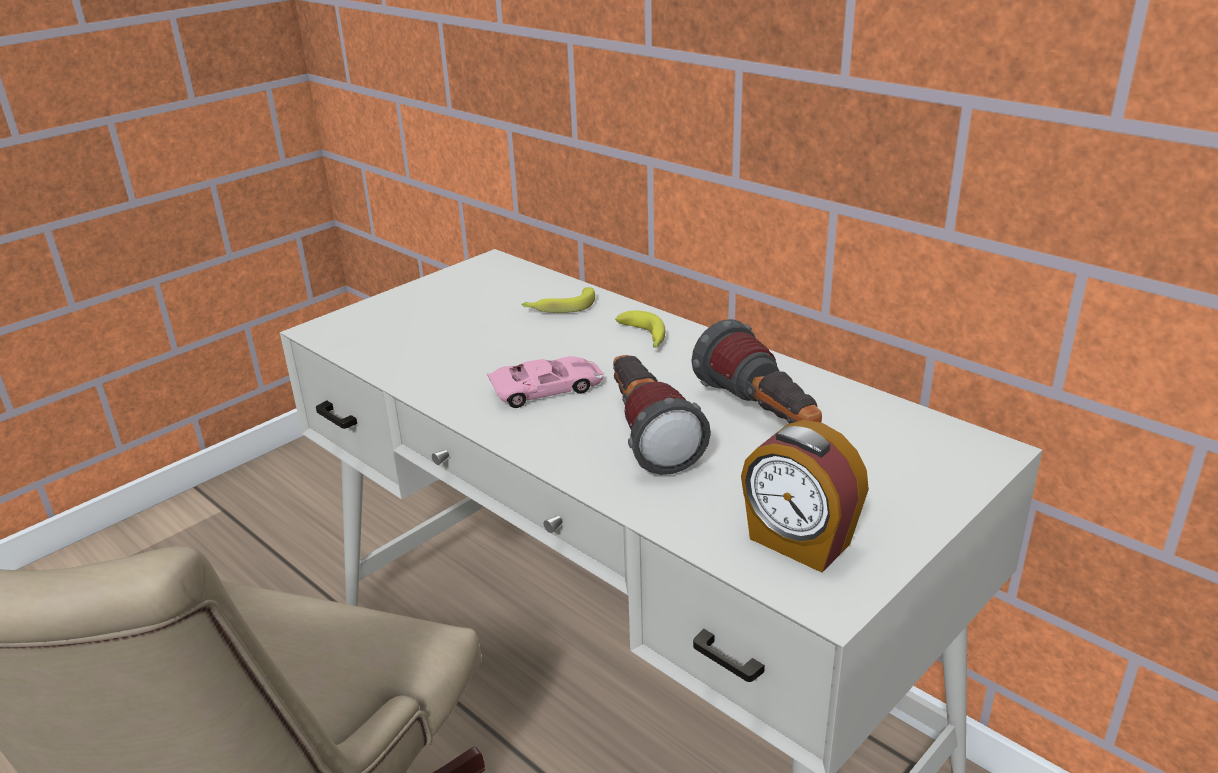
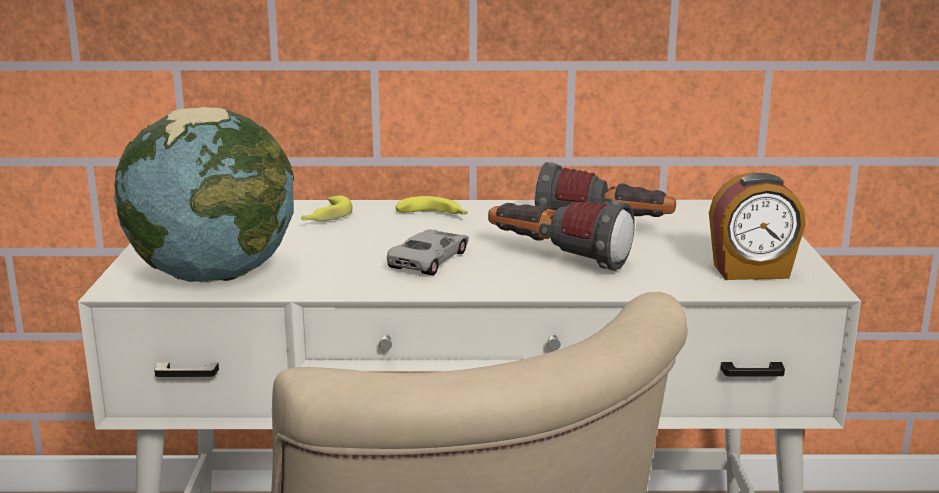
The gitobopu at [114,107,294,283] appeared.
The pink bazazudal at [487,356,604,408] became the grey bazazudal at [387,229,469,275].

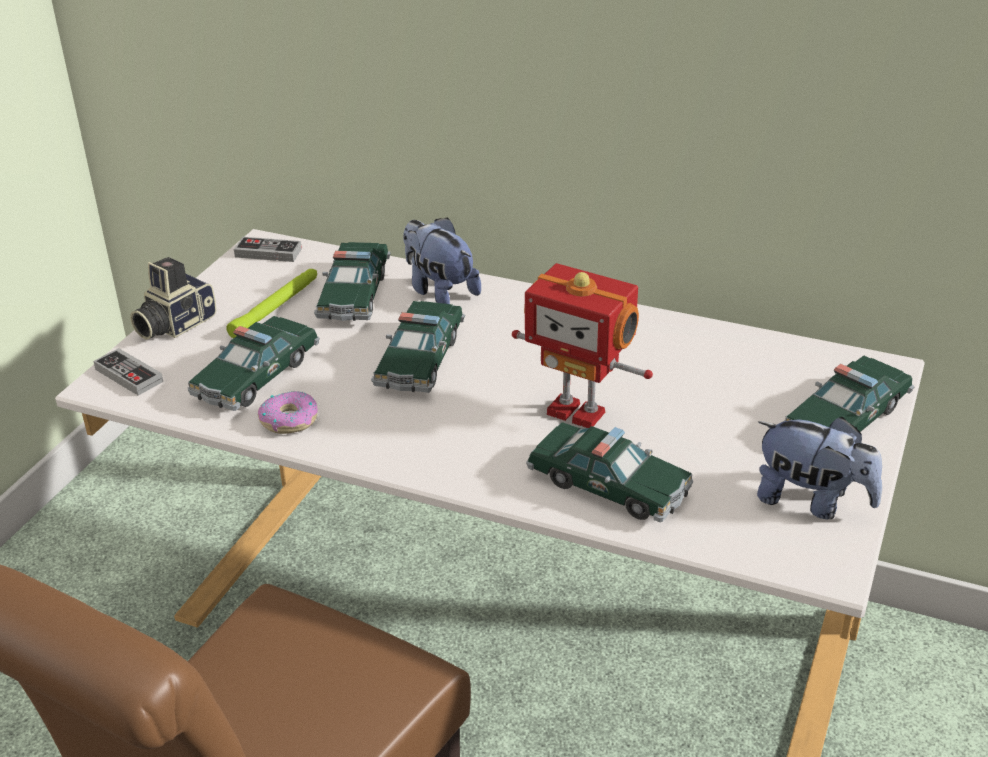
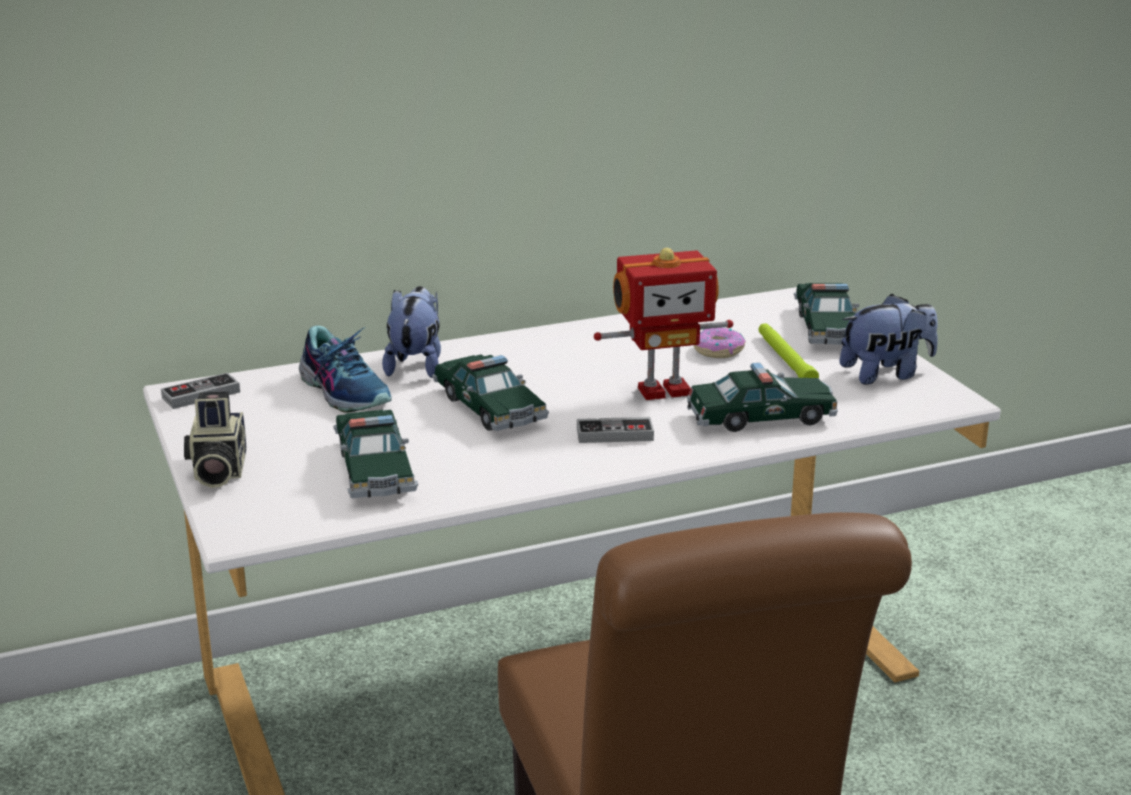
The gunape moved from [93,348,163,396] to [577,417,654,443].
The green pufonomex moved from [226,269,317,338] to [759,323,819,378].
The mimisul moved from [258,391,318,434] to [694,327,746,358].
The bazazudal at [314,242,391,321] was replaced by the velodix at [299,325,392,413].
The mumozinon at [403,217,481,304] turned 90 degrees clockwise.

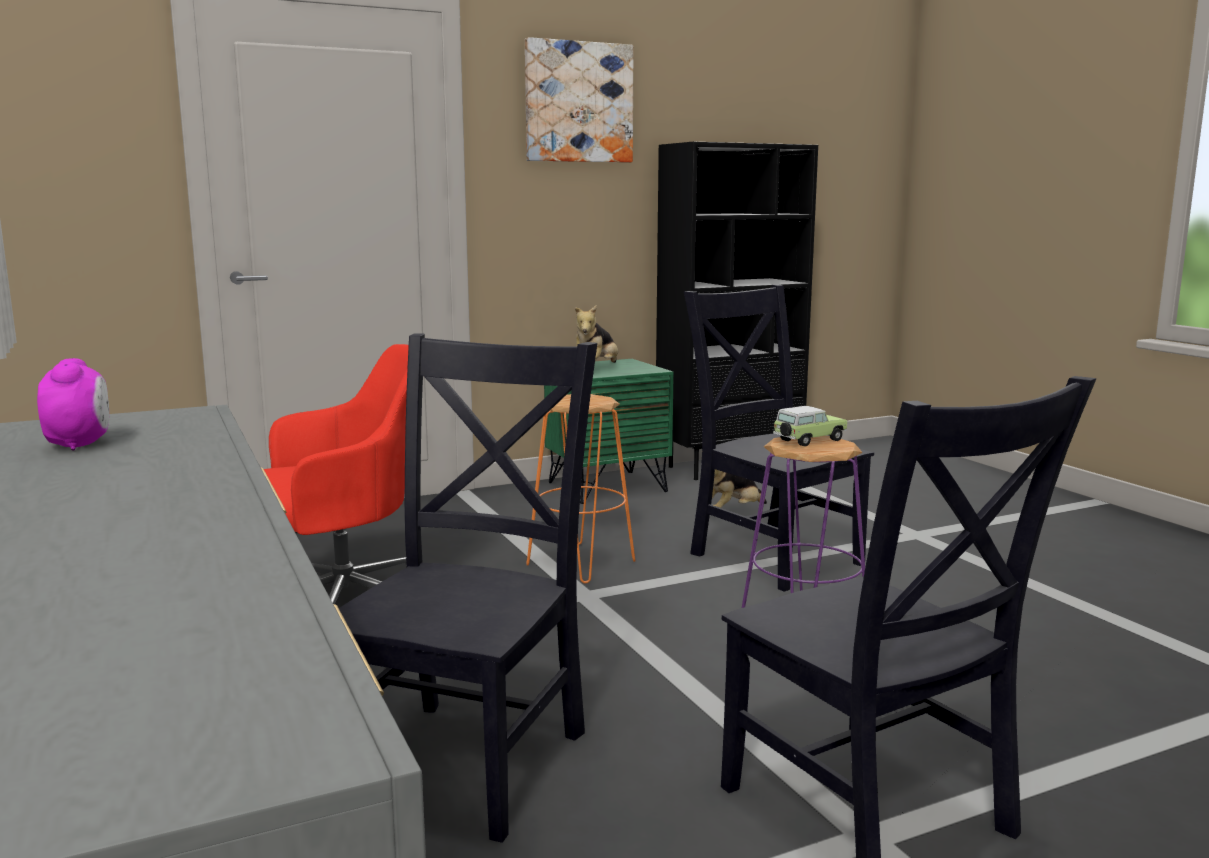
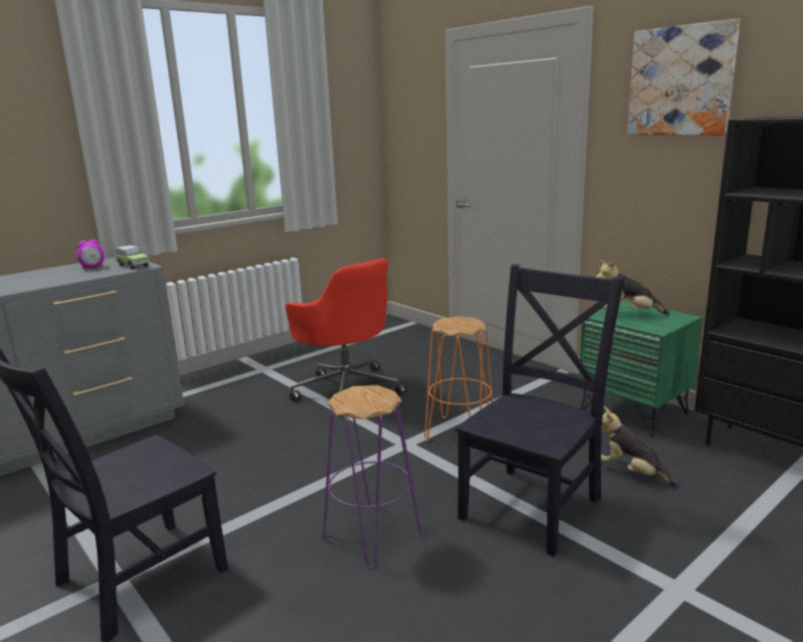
The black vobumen at [339,334,597,843] disappeared.
The bazazudal moved from [773,406,848,447] to [115,245,150,269].

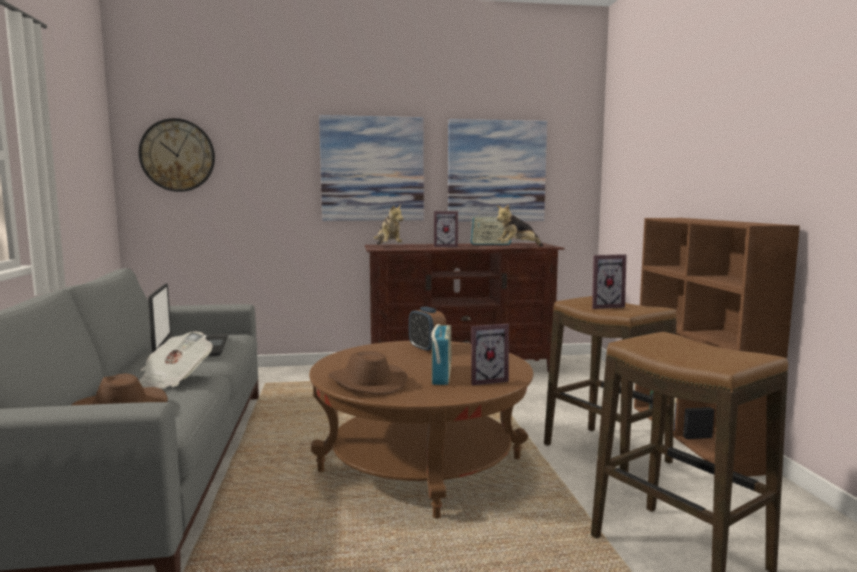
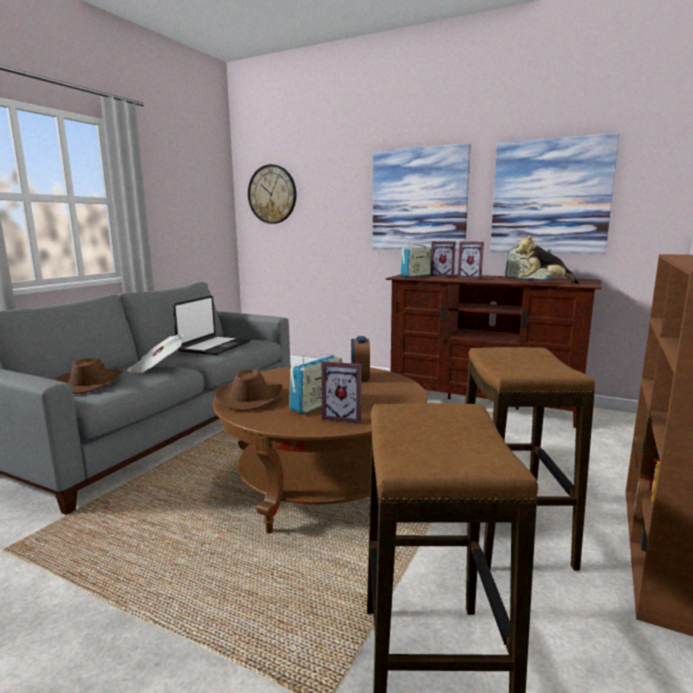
The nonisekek moved from [592,254,627,309] to [430,241,456,277].
The mumozinon at [374,205,403,245] was replaced by the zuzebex at [400,241,431,277].

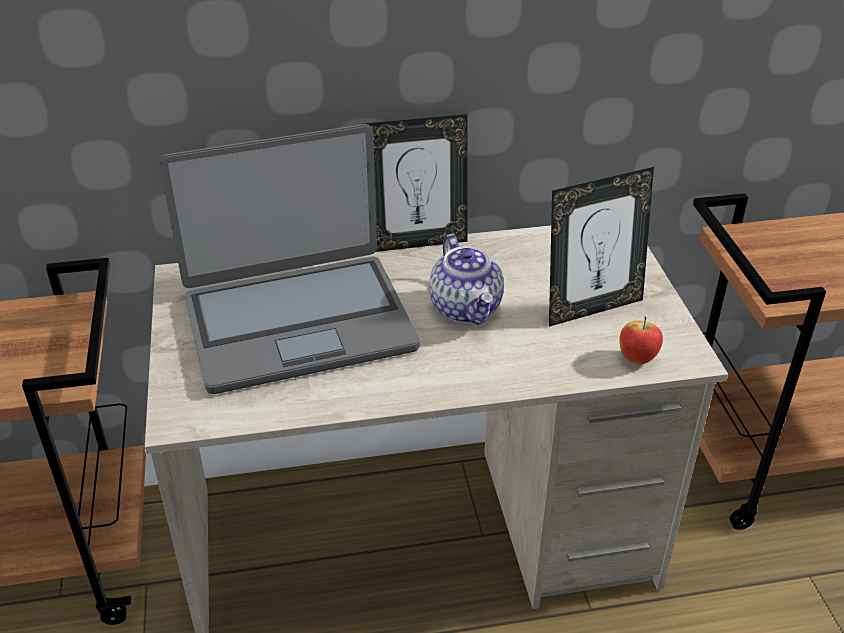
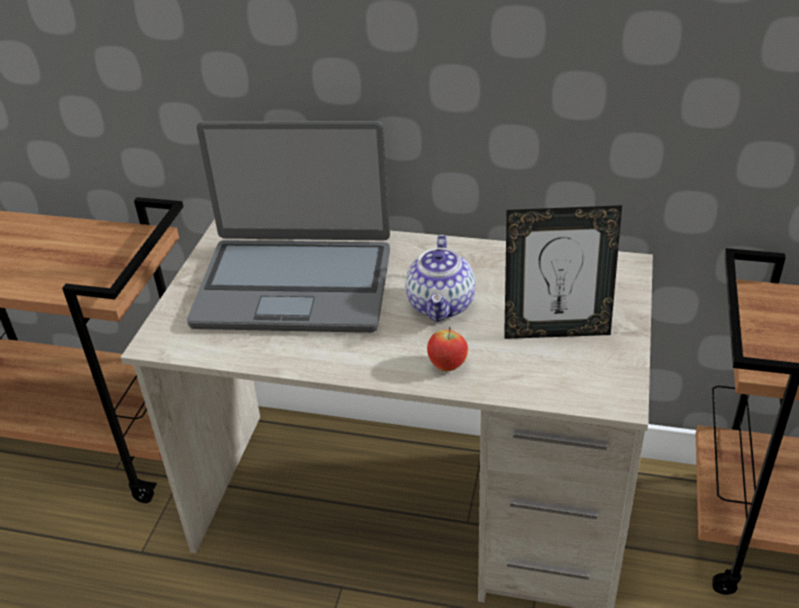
The nonisekek at [366,114,468,252] disappeared.
The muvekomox moved from [619,317,663,364] to [427,327,468,371].

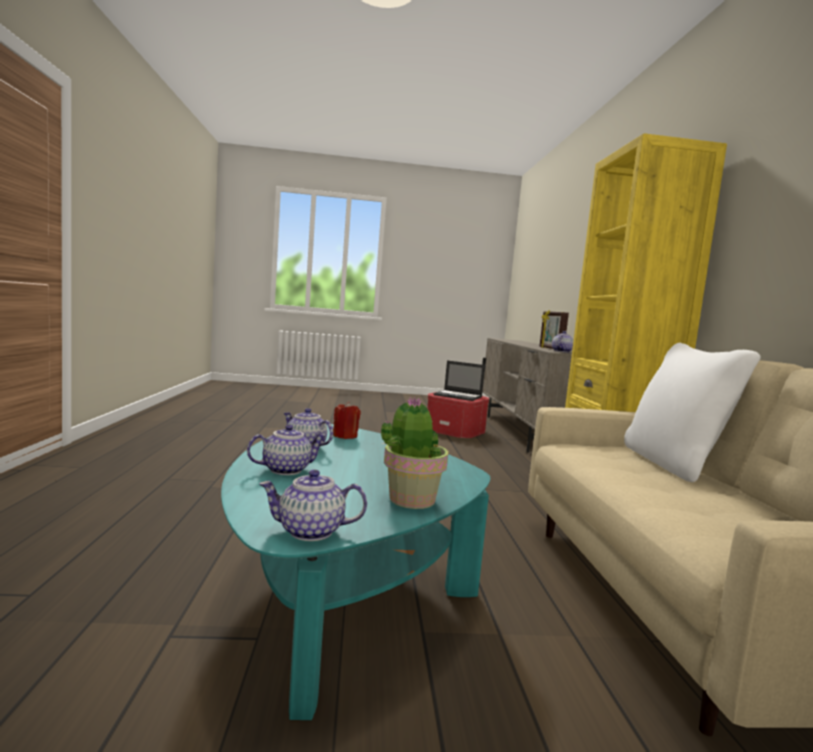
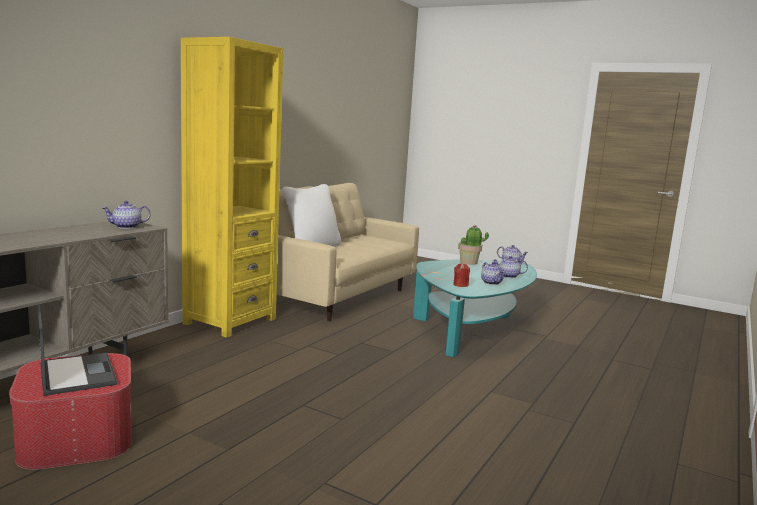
The nonisekek at [539,310,569,349] disappeared.

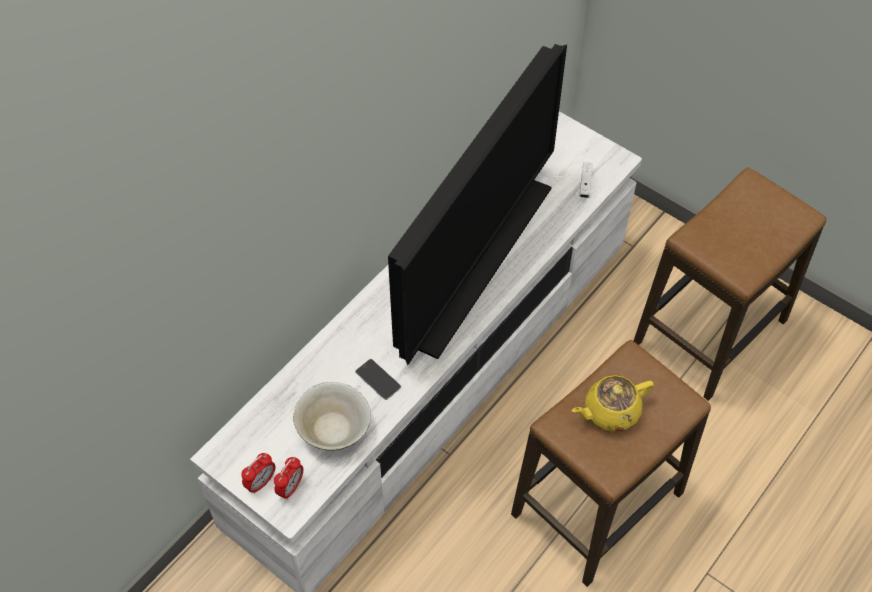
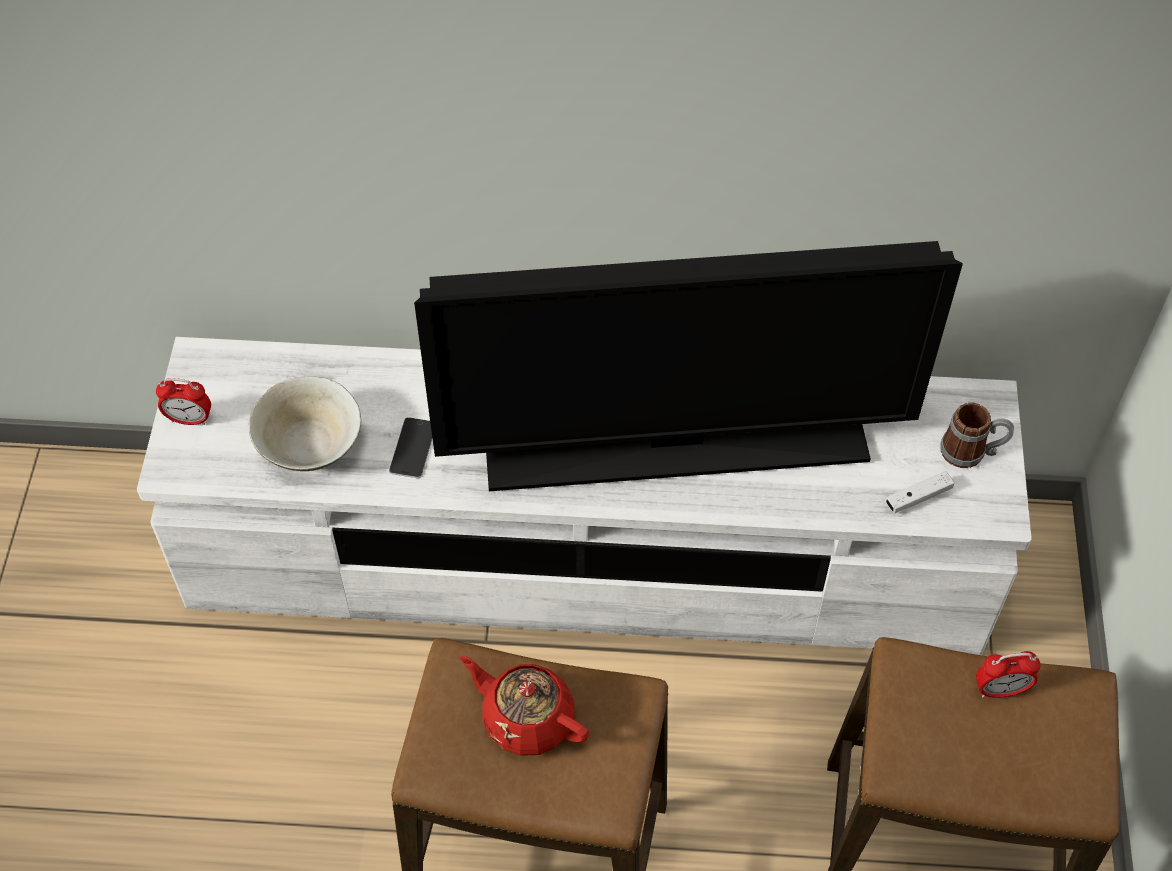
The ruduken at [940,402,1014,468] appeared.
The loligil moved from [274,457,303,499] to [976,651,1041,698].
The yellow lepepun at [572,375,654,432] became the red lepepun at [460,656,589,756].

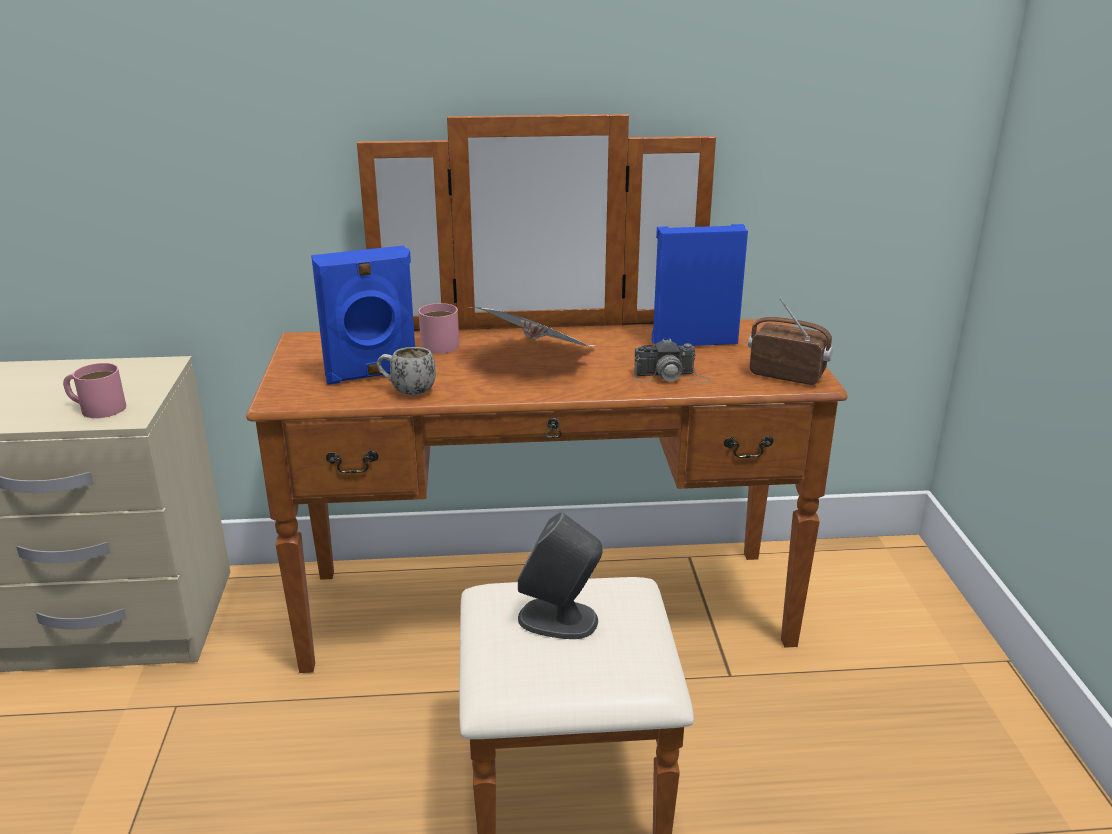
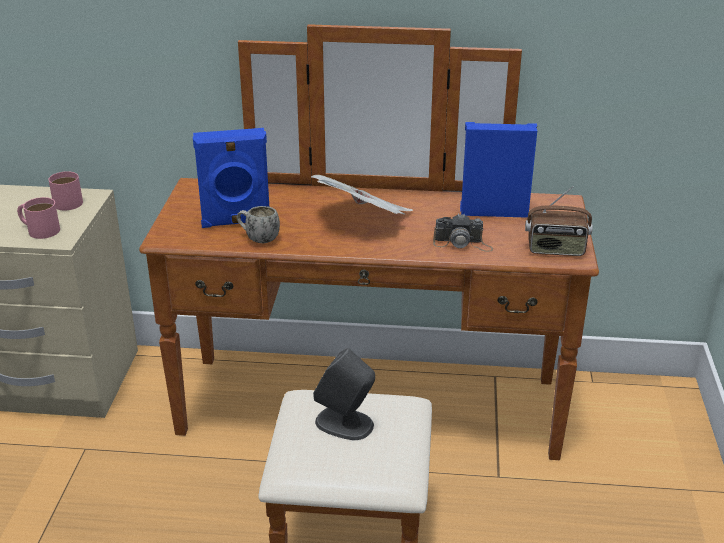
The pink ruduken moved from [419,303,459,354] to [48,171,83,210].
The zuzebex at [748,298,833,385] turned 150 degrees clockwise.

